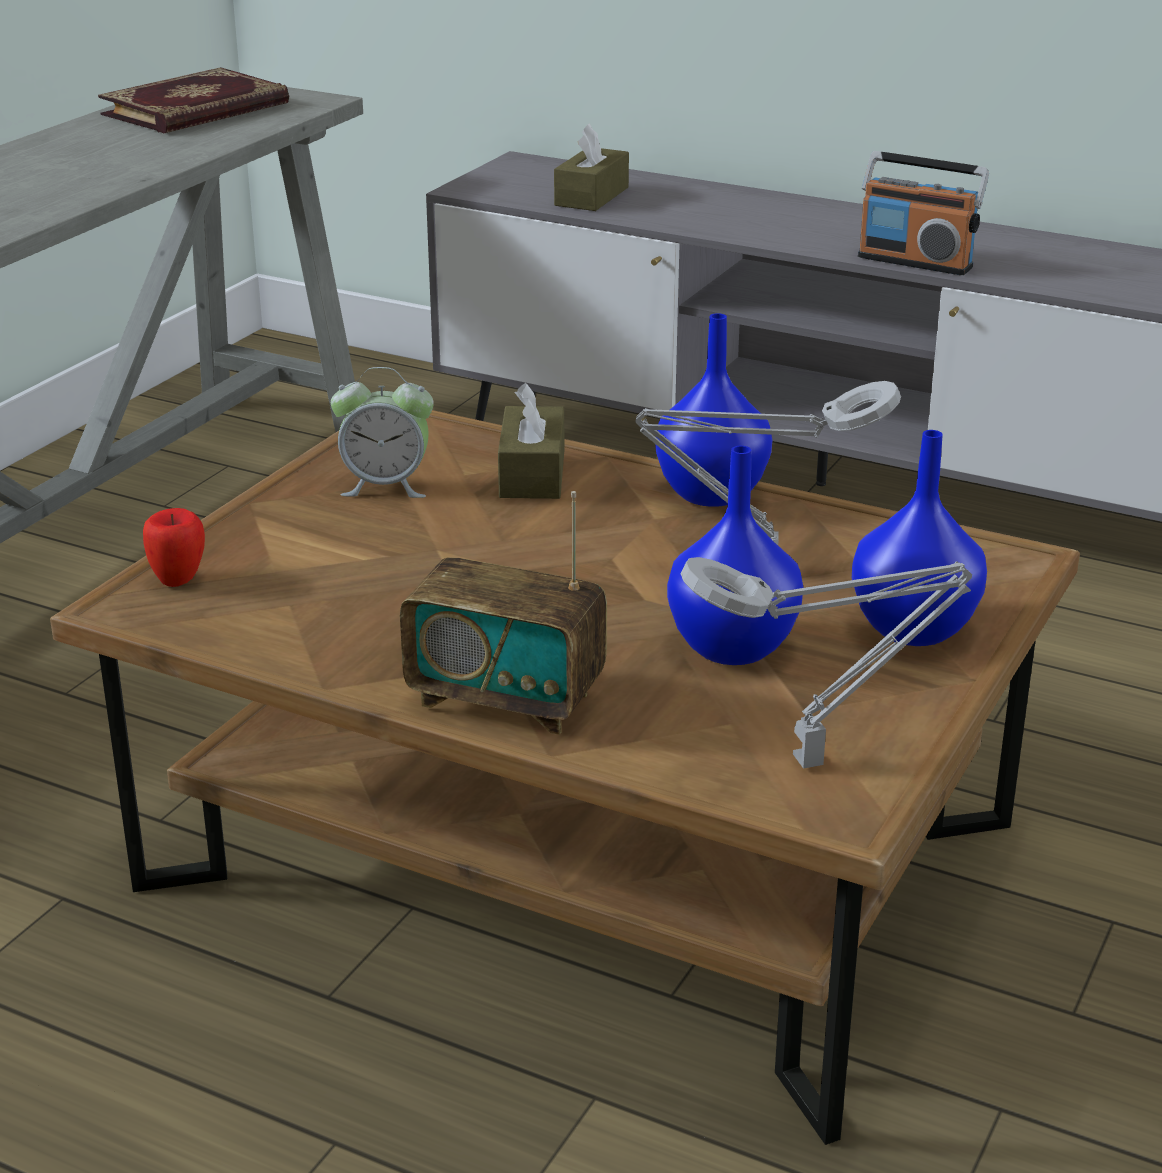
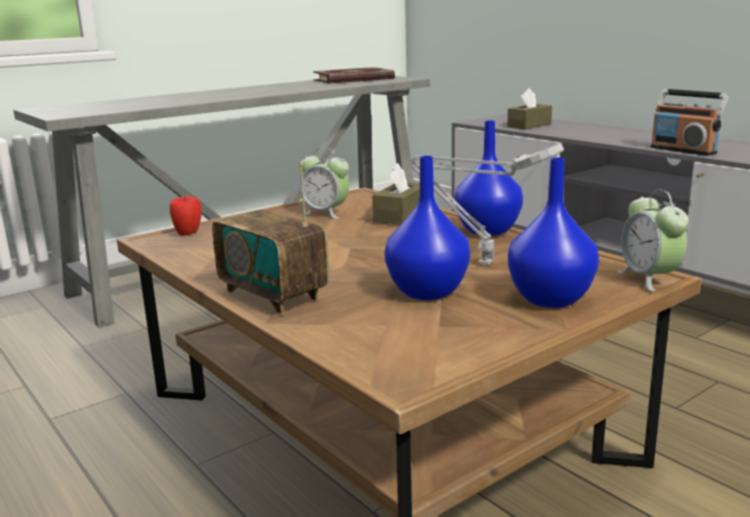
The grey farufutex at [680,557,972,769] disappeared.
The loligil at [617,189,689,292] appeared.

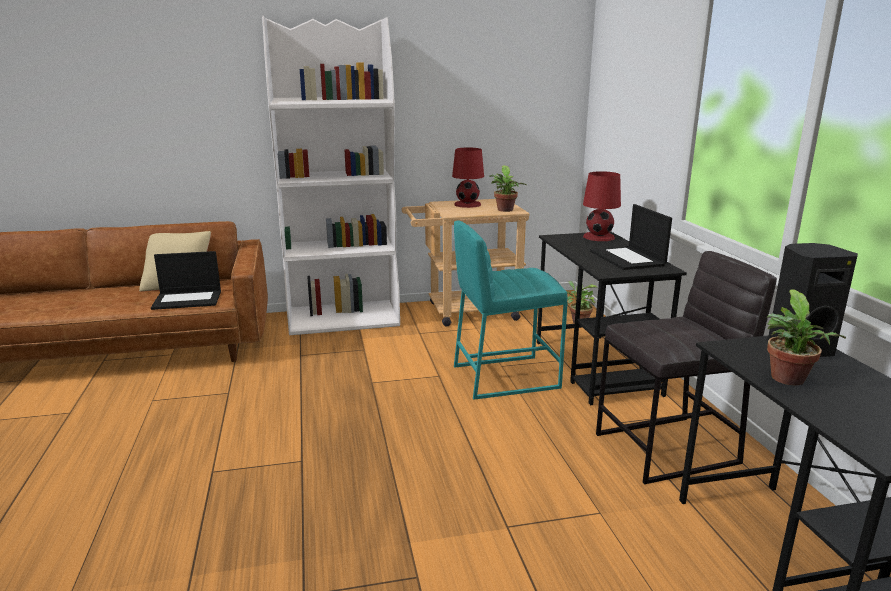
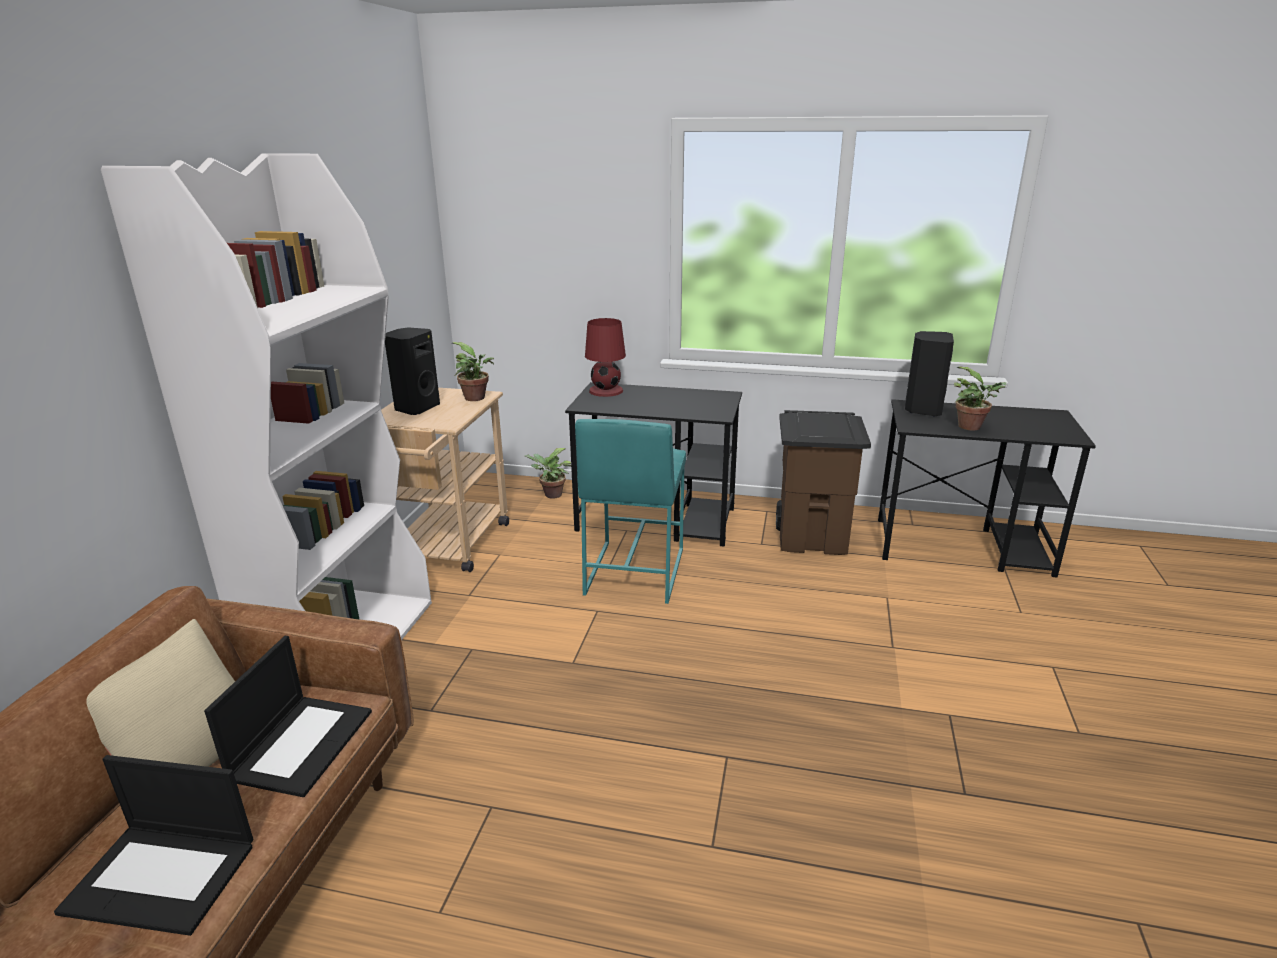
The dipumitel moved from [590,204,672,270] to [54,755,253,936].
The red farufutex at [452,148,484,208] was replaced by the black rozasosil at [385,327,440,415].
The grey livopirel at [596,251,777,484] was replaced by the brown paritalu at [776,410,871,555].

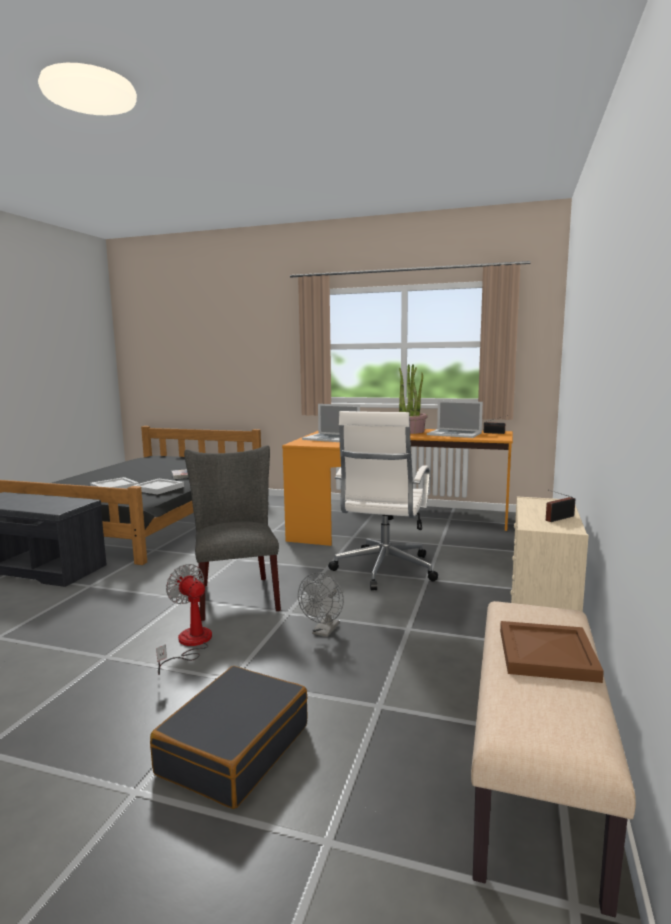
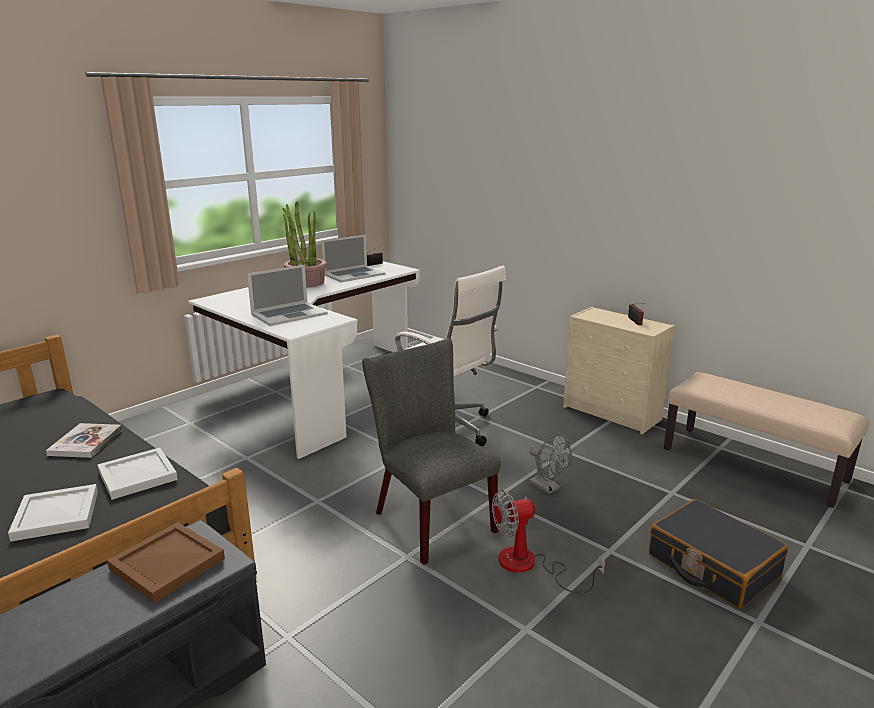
The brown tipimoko moved from [500,621,604,683] to [107,522,225,603].
The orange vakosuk at [282,429,513,546] became the white vakosuk at [188,261,420,459].
The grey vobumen at [184,445,281,621] turned 45 degrees clockwise.

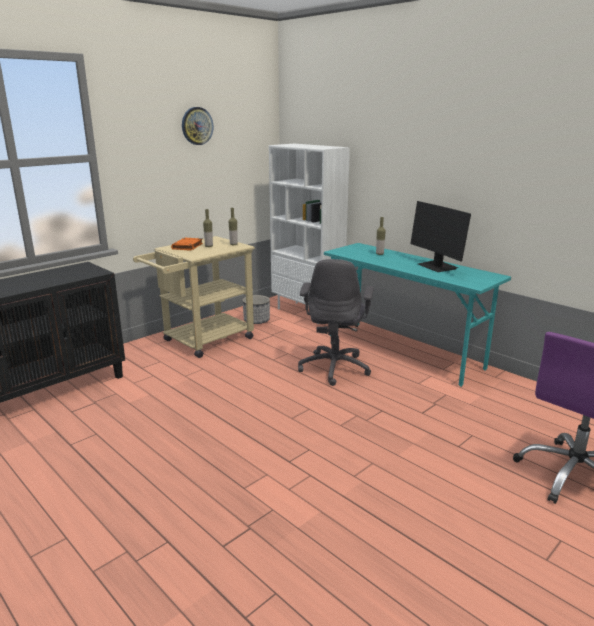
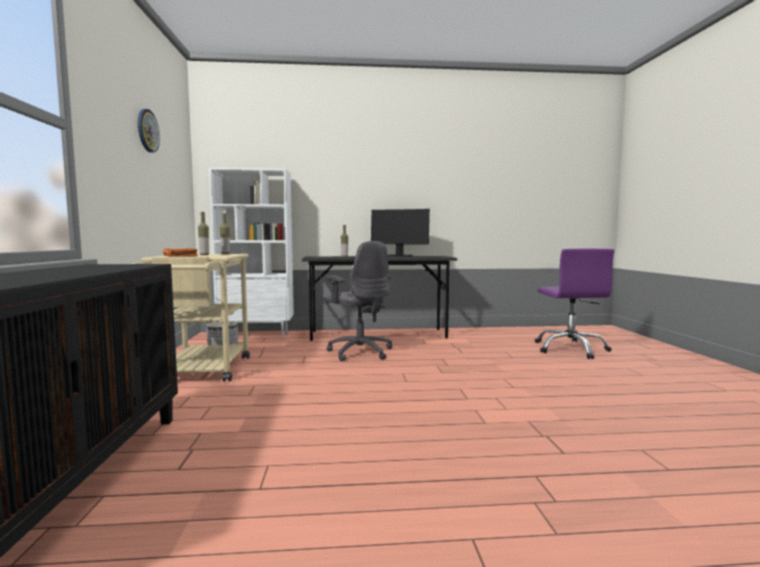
The turquoise vakosuk at [324,243,511,387] became the grey vakosuk at [302,256,457,341].

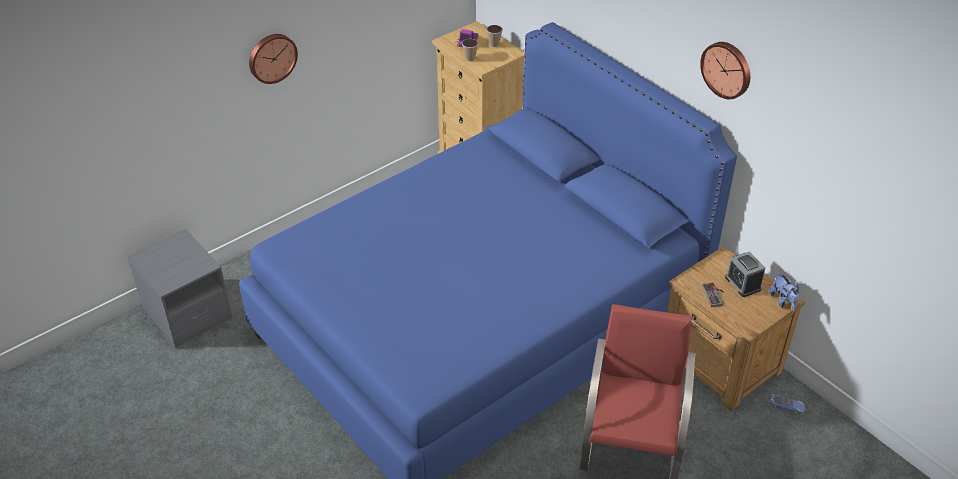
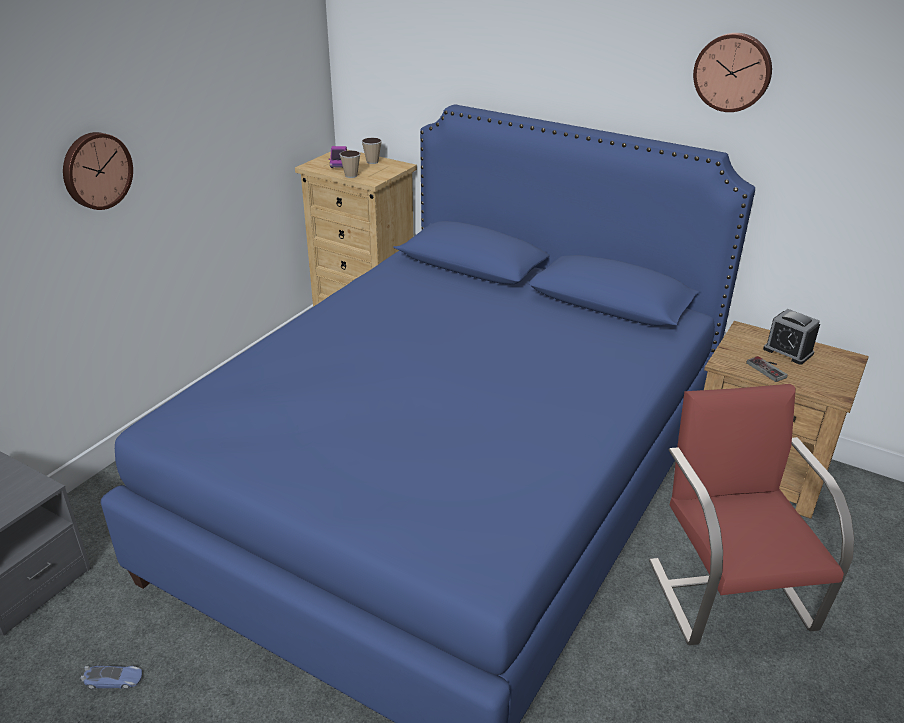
The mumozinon at [769,272,799,311] disappeared.
The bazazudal moved from [770,394,805,414] to [81,666,142,689].

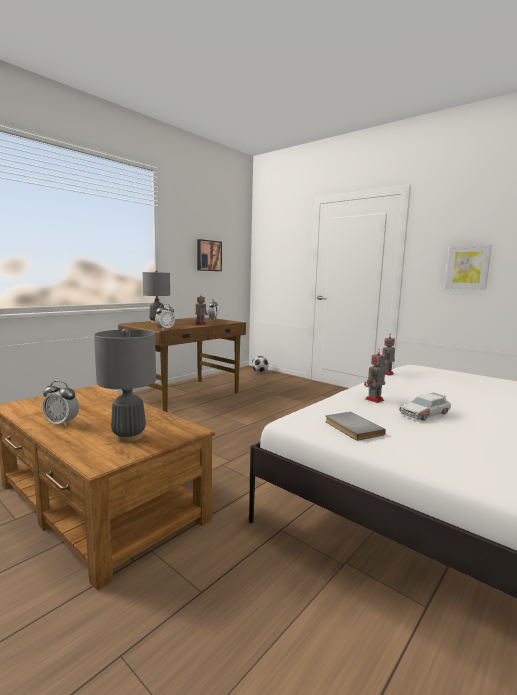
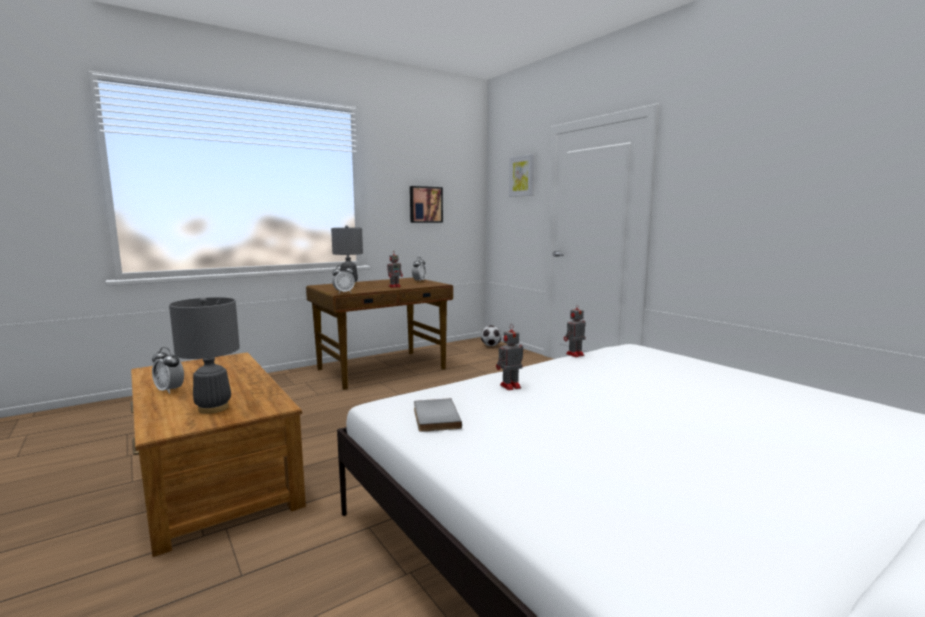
The bazazudal at [399,392,451,421] disappeared.
The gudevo moved from [445,245,492,290] to [509,154,534,197].

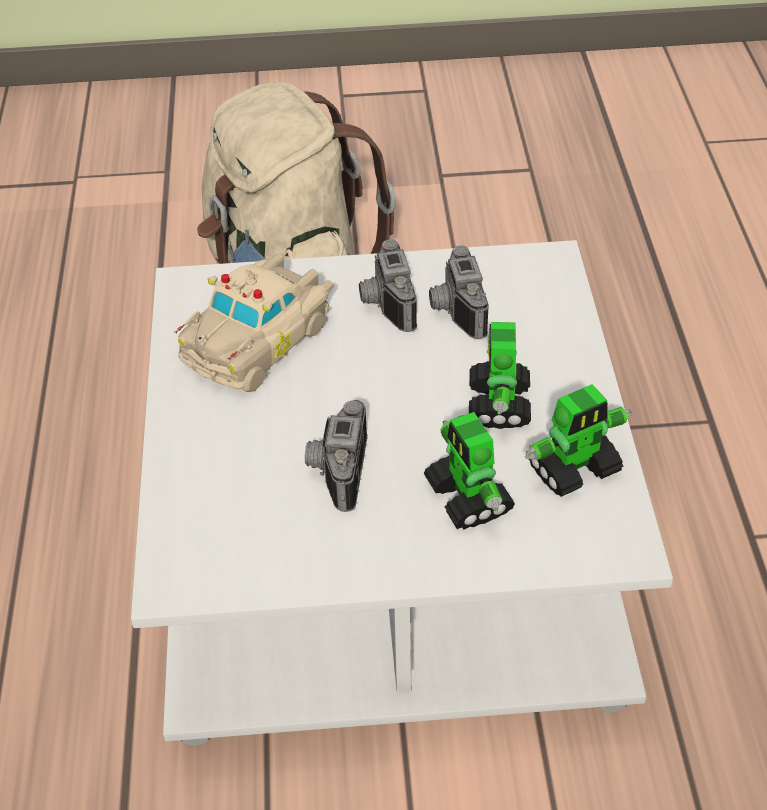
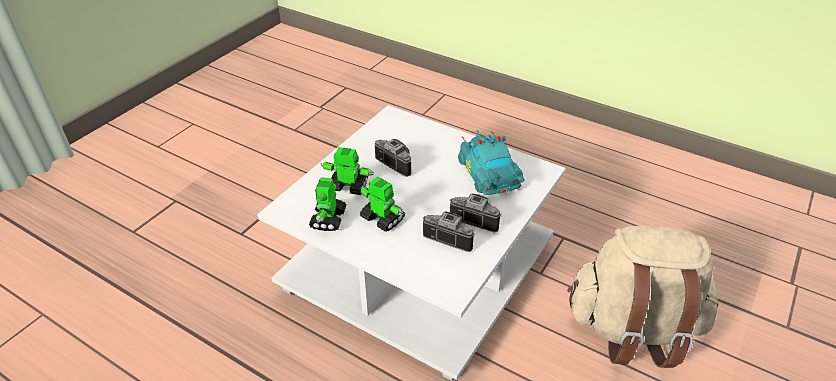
The beige bazazudal at [174,253,334,392] became the turquoise bazazudal at [458,130,524,195].

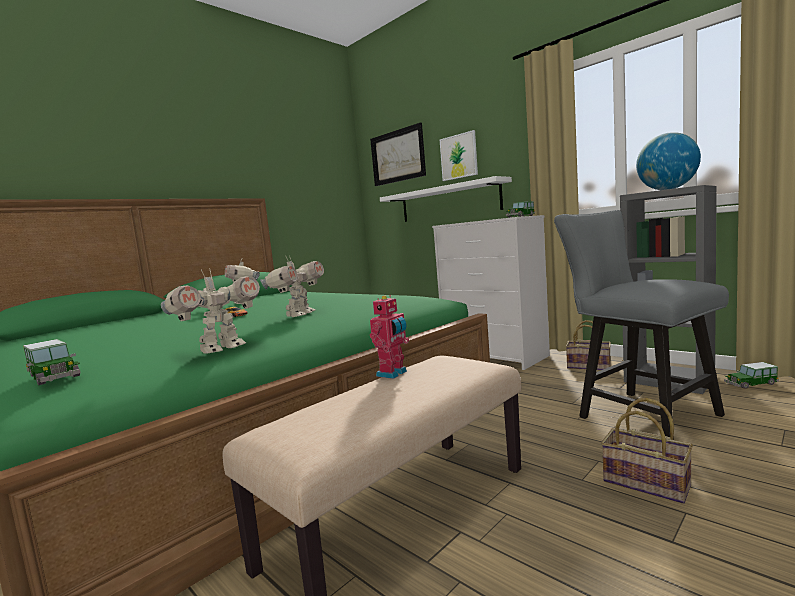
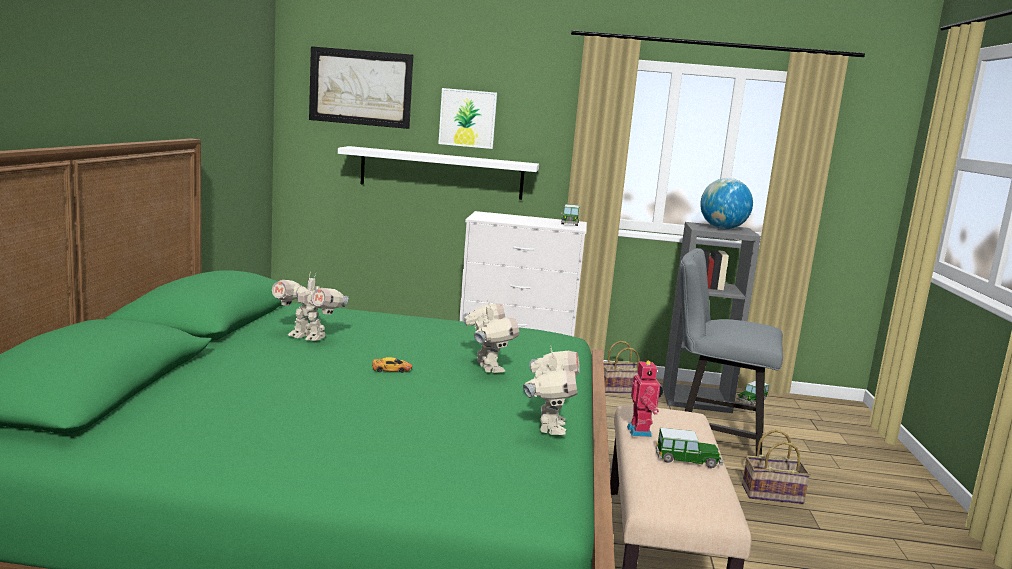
The bazazudal moved from [23,339,81,386] to [656,428,723,468].

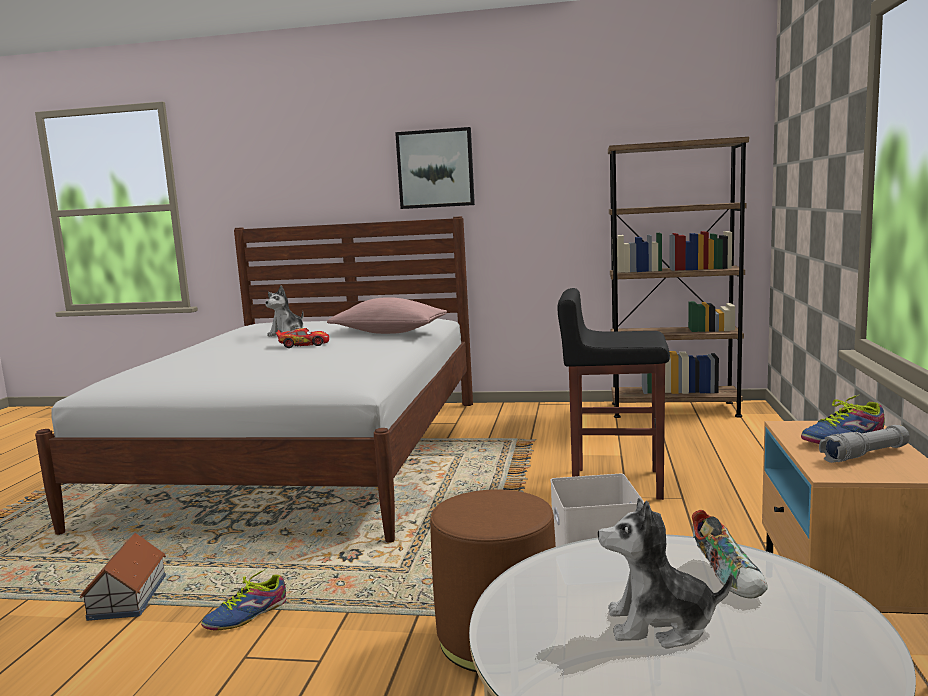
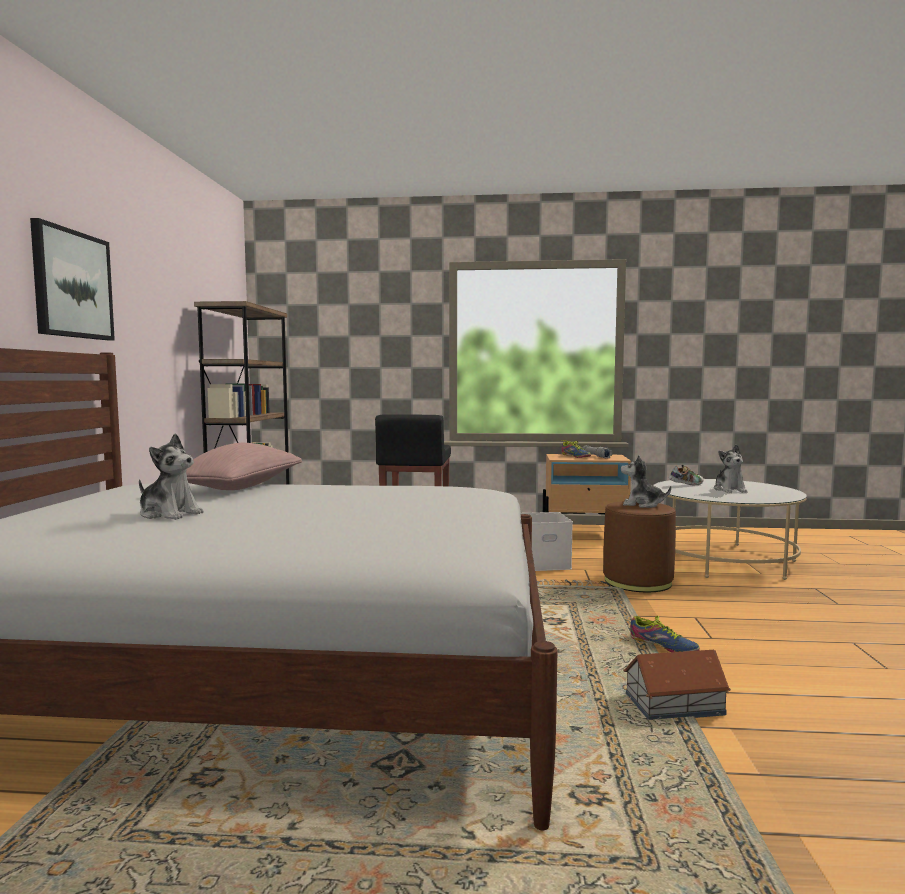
The bazazudal at [276,328,329,348] disappeared.
The mumozinon at [621,454,671,508] appeared.

